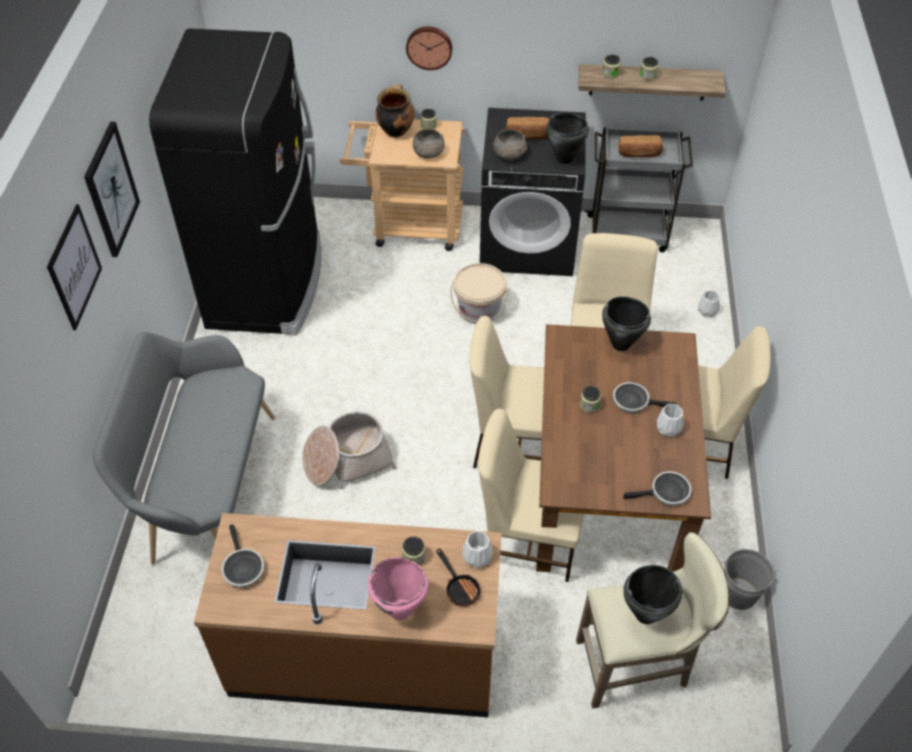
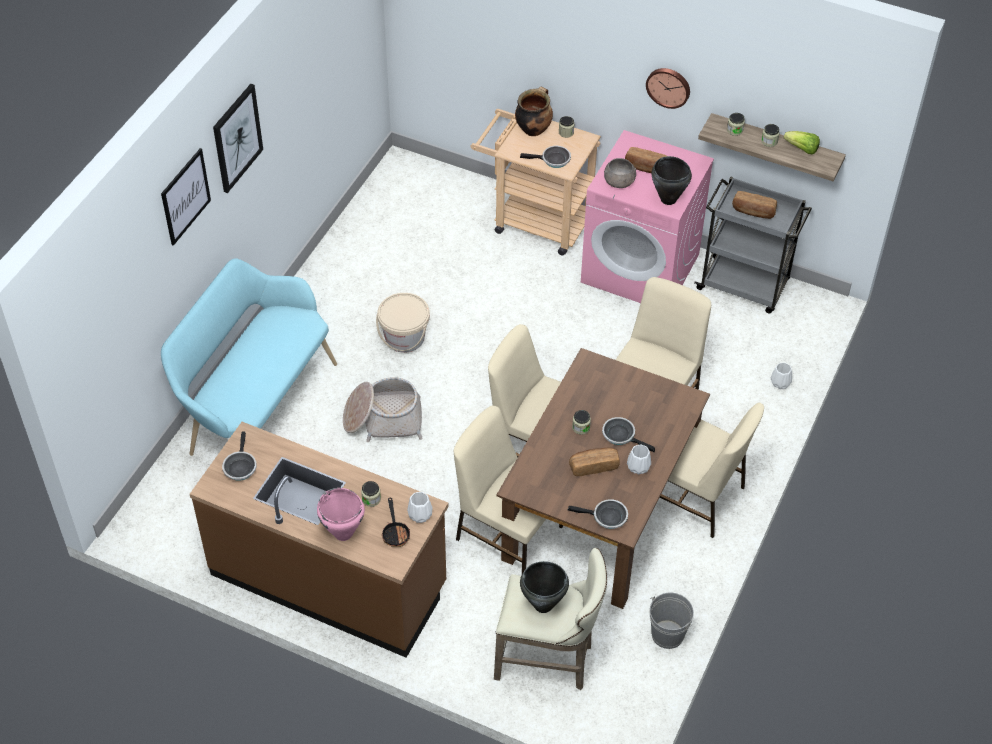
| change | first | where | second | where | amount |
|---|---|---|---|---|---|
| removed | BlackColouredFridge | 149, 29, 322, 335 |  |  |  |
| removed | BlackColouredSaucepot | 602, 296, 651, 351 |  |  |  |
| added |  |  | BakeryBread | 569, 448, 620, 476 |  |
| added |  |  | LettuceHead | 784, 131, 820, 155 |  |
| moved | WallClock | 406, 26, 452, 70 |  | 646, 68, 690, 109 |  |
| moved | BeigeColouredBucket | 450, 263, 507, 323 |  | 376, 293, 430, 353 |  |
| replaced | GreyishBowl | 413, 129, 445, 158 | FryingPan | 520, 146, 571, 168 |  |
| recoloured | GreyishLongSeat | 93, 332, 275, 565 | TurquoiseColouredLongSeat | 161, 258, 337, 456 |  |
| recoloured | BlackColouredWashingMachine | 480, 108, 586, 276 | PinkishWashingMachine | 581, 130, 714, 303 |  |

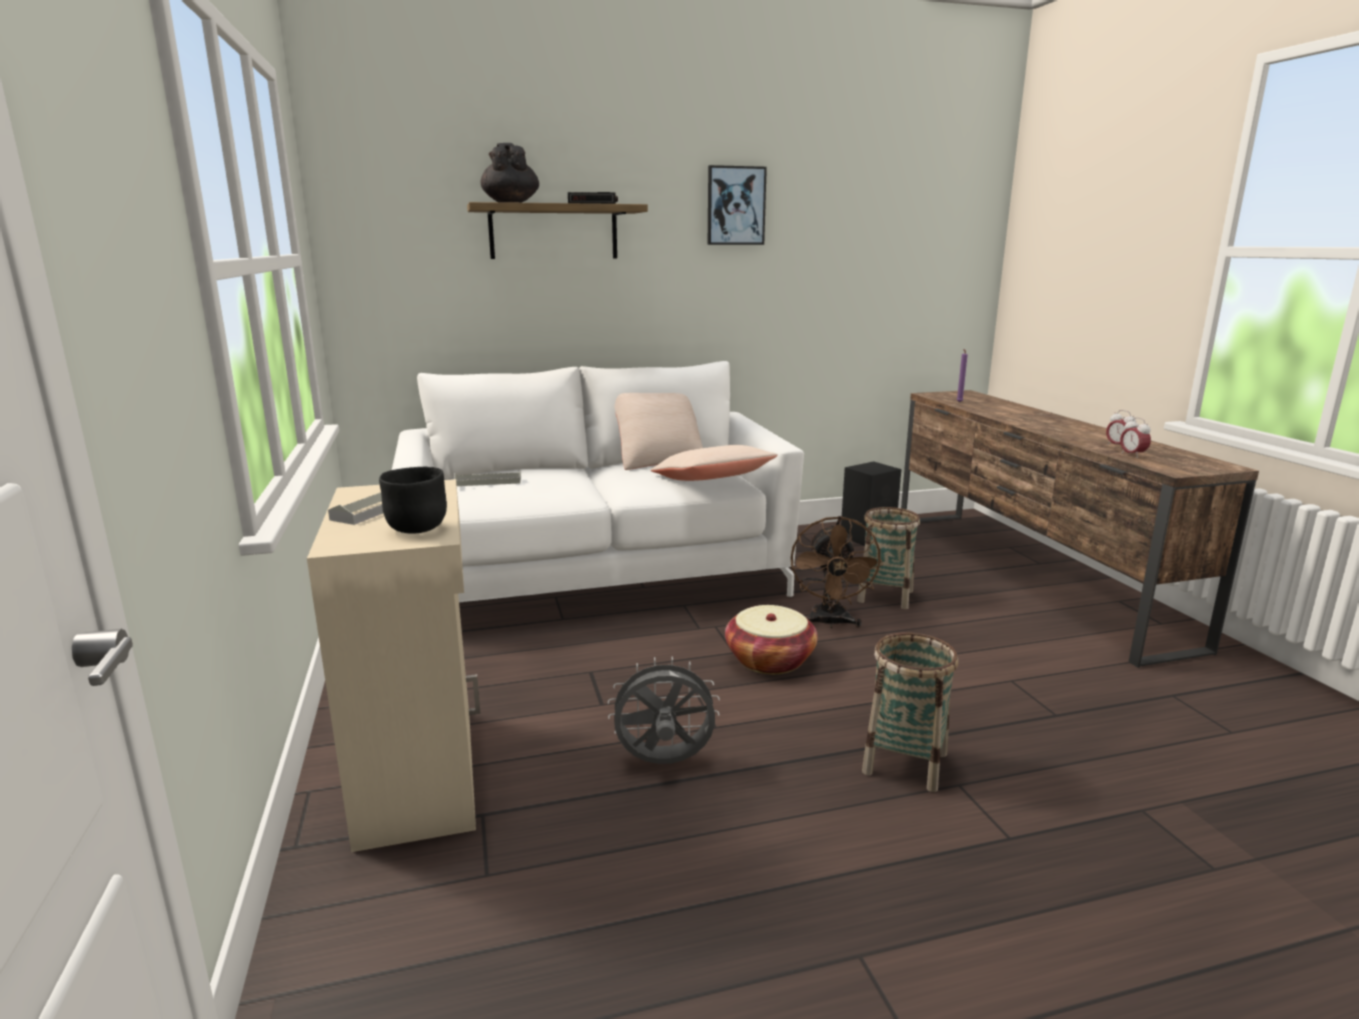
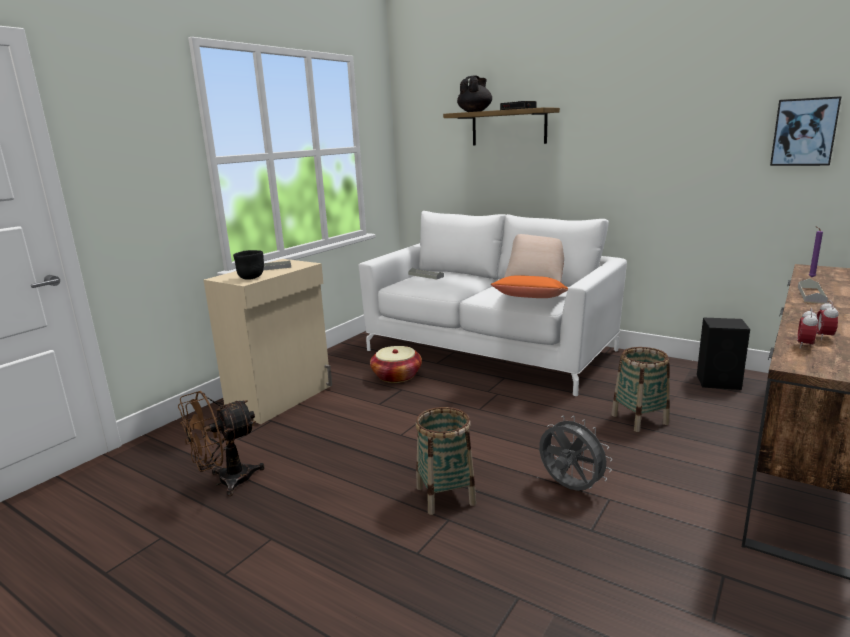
| change | first | where | second | where | amount |
|---|---|---|---|---|---|
| added |  |  | GreyishServingTray | 798, 279, 828, 304 |  |
| moved | GreyishCoolingFan | 608, 657, 720, 764 |  | 539, 416, 612, 491 |  |
| moved | WallPicture | 708, 165, 767, 245 |  | 770, 96, 842, 166 |  |
| moved | Basket | 725, 605, 818, 674 |  | 370, 346, 422, 383 |  |
| moved | BrownCoolingFan | 791, 516, 883, 628 |  | 178, 391, 265, 496 |  |
| recoloured | BeigeColouredThrowPillow | 651, 445, 778, 481 | OrangeThrowPillow | 491, 275, 568, 298 |  |

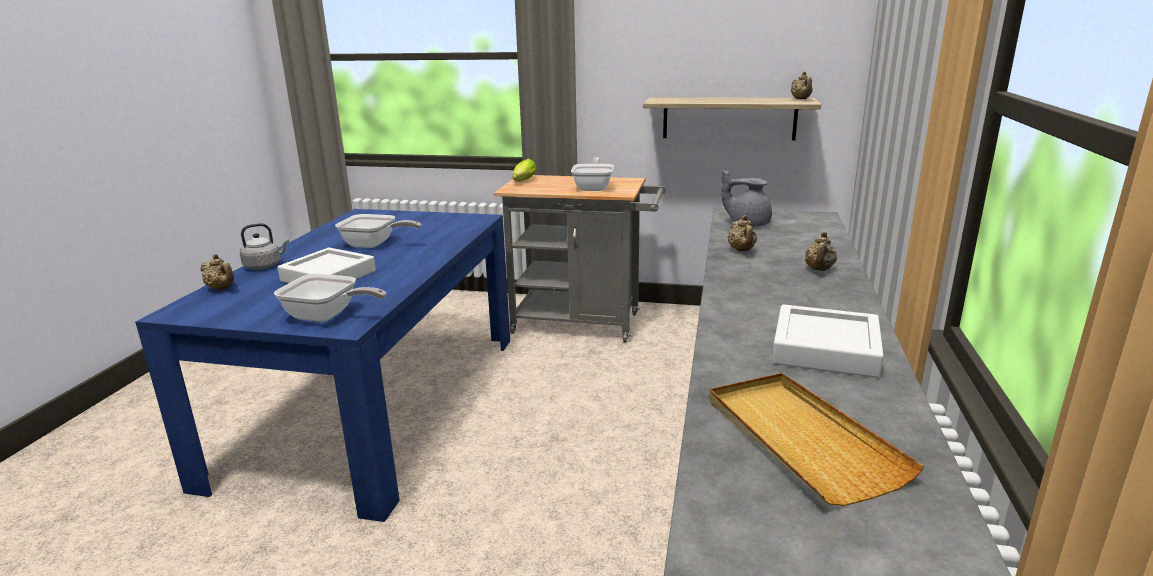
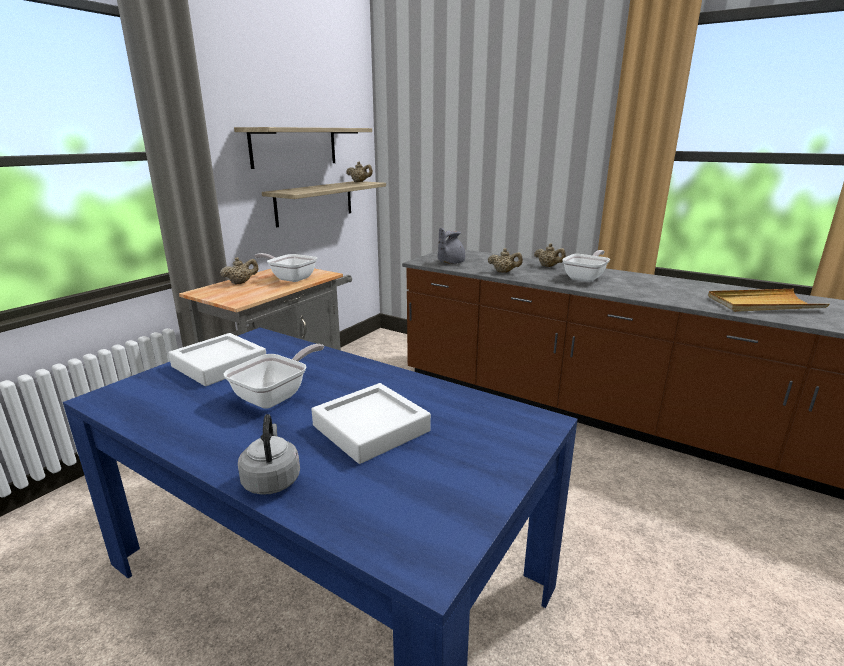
| change | first | where | second | where | amount |
|---|---|---|---|---|---|
| removed | LettuceHead | 512, 159, 537, 182 |  |  |  |
| added |  |  | Shelf | 234, 127, 372, 169 |  |
| moved | BeigeColouredTeapot | 201, 254, 234, 290 |  | 220, 257, 258, 284 |  |
| moved | FryingPan | 274, 274, 386, 322 |  | 562, 250, 610, 282 |  |
| moved | WhiteServingTray | 772, 304, 884, 378 |  | 169, 333, 266, 386 |  |

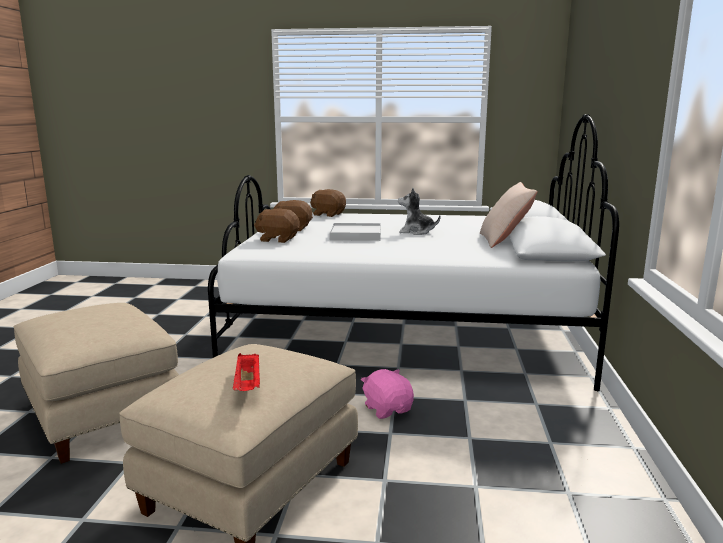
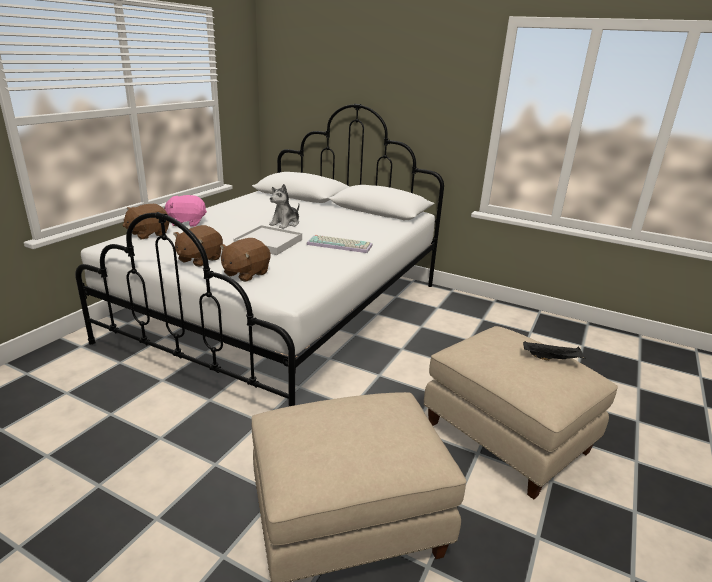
| change | first | where | second | where | amount |
|---|---|---|---|---|---|
| removed | BeigeColouredThrowPillow | 480, 182, 538, 248 |  |  |  |
| added |  |  | ComputerKeyboard | 306, 235, 373, 253 |  |
| moved | PinkishPlushToy | 361, 369, 414, 419 |  | 164, 195, 207, 227 |  |
| recoloured | ReddishServingTray | 233, 353, 260, 391 | BlackColouredServingTray | 523, 341, 586, 361 |  |

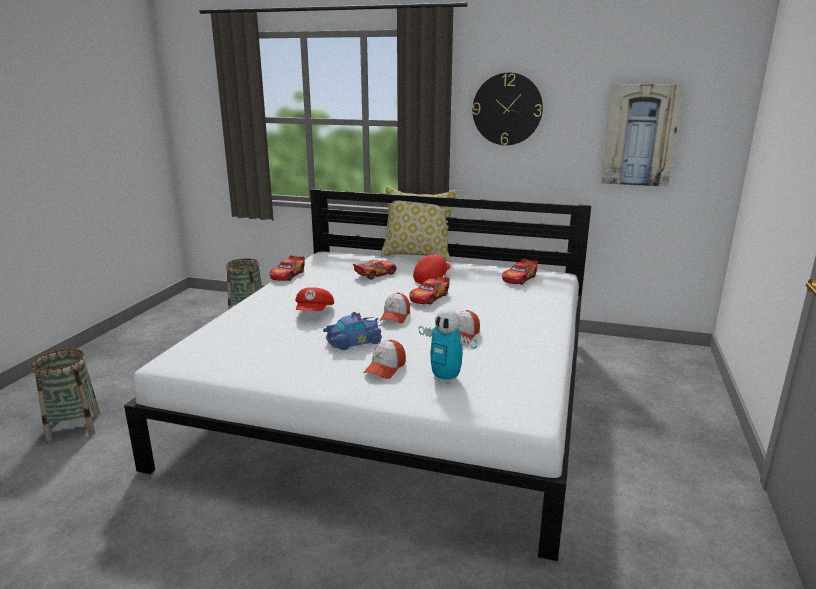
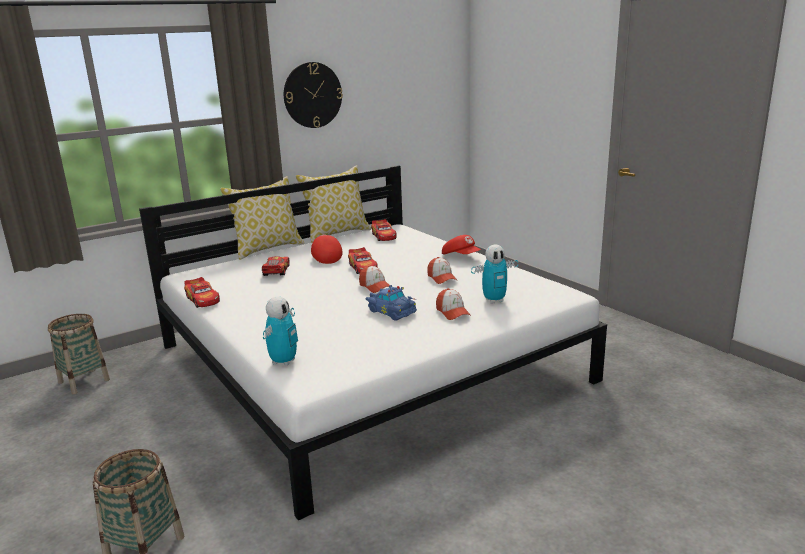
| change | first | where | second | where | amount |
|---|---|---|---|---|---|
| removed | WallPicture | 601, 84, 684, 187 |  |  |  |
| added |  |  | RobotFigure | 263, 297, 298, 367 |  |
| added |  |  | ThrowPillow | 296, 165, 371, 243 |  |
| moved | ReddishBaseballCap | 295, 287, 334, 311 |  | 442, 235, 481, 255 |  |
| turned | BlueColouredModelCar | 323, 311, 382, 350 |  | 366, 285, 417, 321 | 120 degrees clockwise |

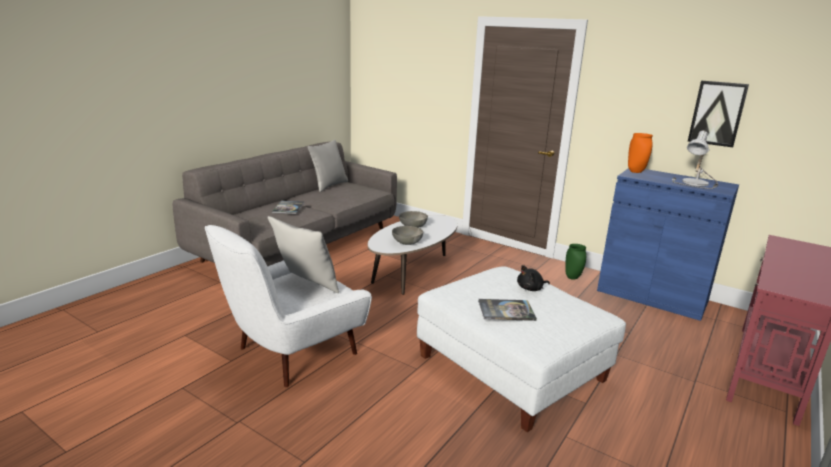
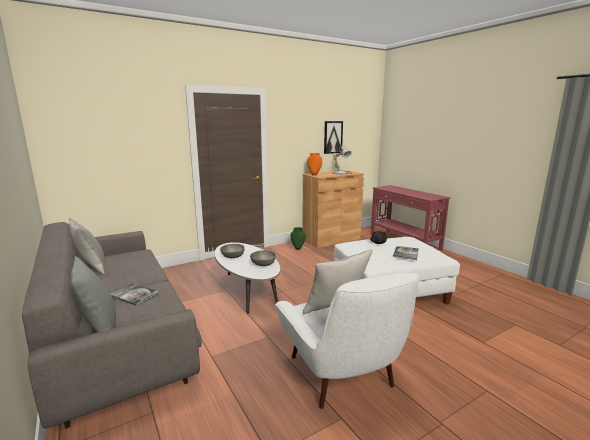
| change | first | where | second | where | amount |
|---|---|---|---|---|---|
| added |  |  | GreyishThrowPillow | 70, 256, 116, 332 |  |
| recoloured | BlueColouredCupboard | 597, 168, 739, 321 | BrownCupboard | 302, 170, 364, 248 |  |

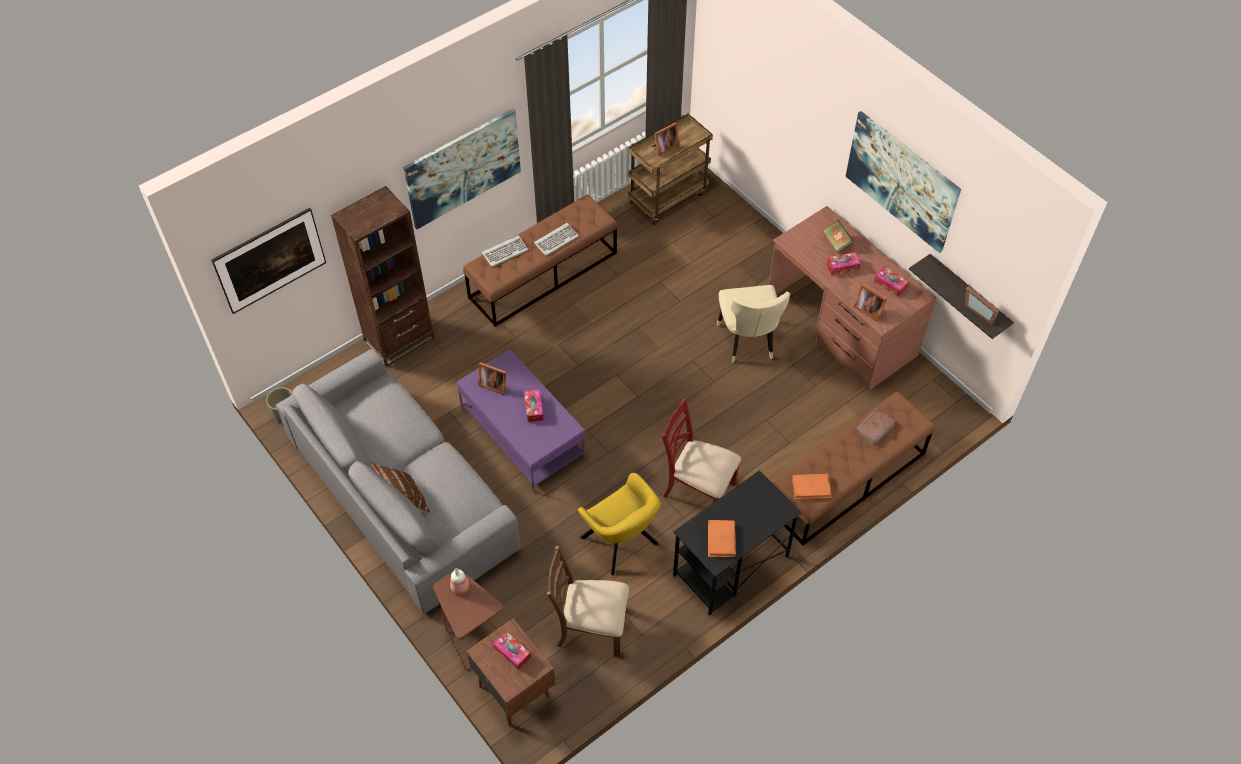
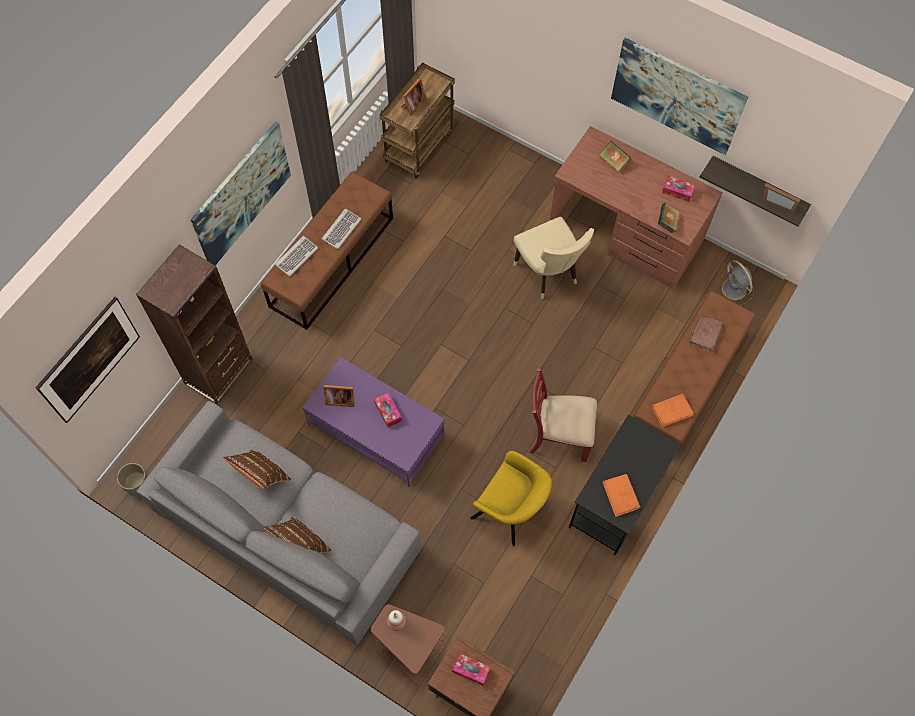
| change | first | where | second | where | amount |
|---|---|---|---|---|---|
| removed | BrownChair | 547, 546, 629, 657 |  |  |  |
| removed | TissueBox | 827, 252, 861, 275 |  |  |  |
| added |  |  | BrownThrowPillow | 223, 450, 291, 489 |  |
| added |  |  | GreyishCoolingFan | 716, 260, 754, 305 |  |
| replaced | StandingFrame | 853, 284, 887, 322 | BoundBook | 658, 203, 680, 234 |  |

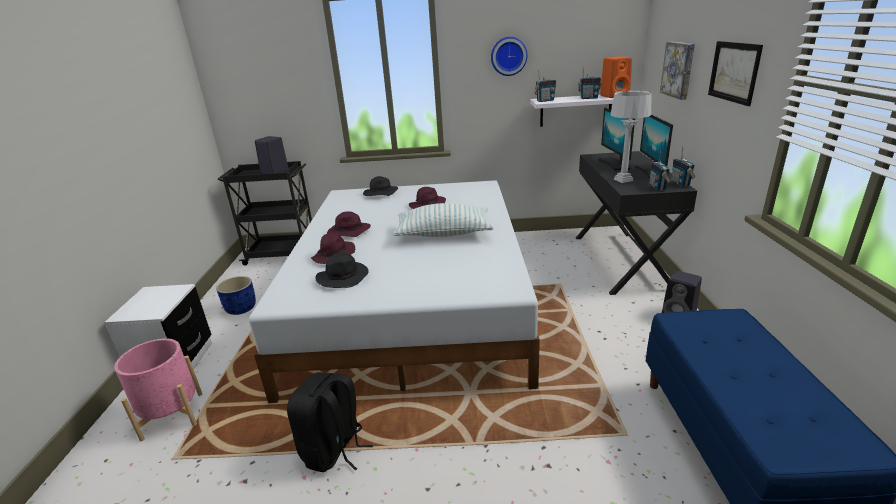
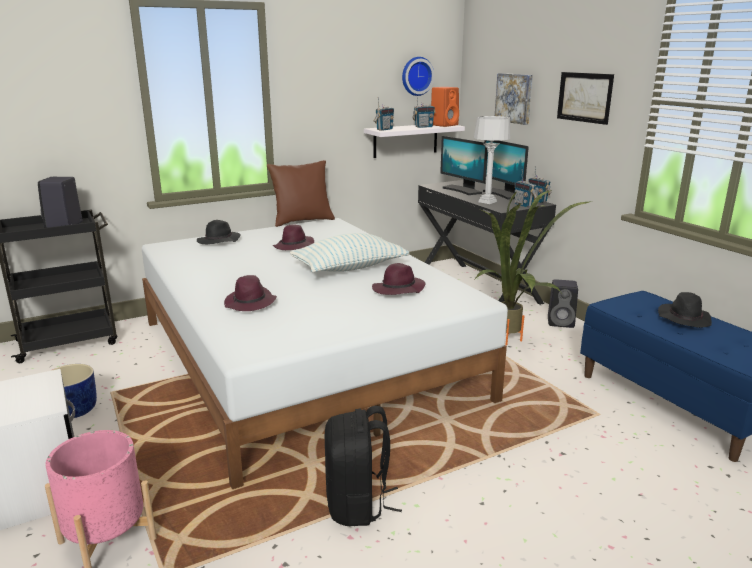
| change | first | where | second | where | amount |
|---|---|---|---|---|---|
| added |  |  | BrownThrowPillow | 267, 160, 335, 227 |  |
| added |  |  | PottedPlant | 475, 190, 589, 346 |  |
| moved | BlackColouredWearableHat | 315, 253, 369, 288 |  | 658, 292, 712, 328 |  |
| moved | PurplishWearableHat | 327, 211, 371, 237 |  | 372, 263, 425, 295 |  |
| moved | WallClock | 491, 37, 527, 76 |  | 402, 57, 434, 96 |  |

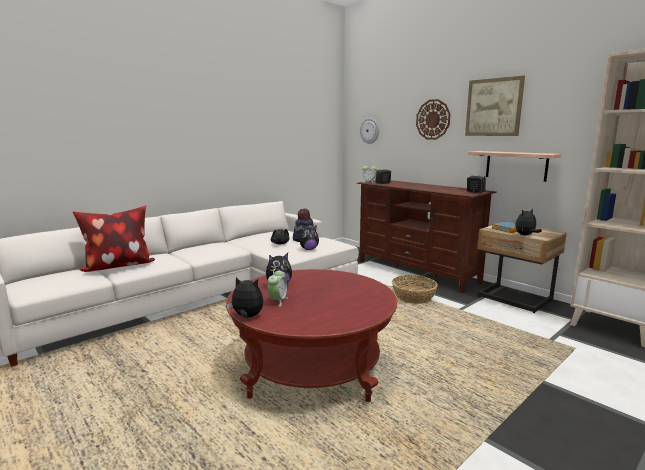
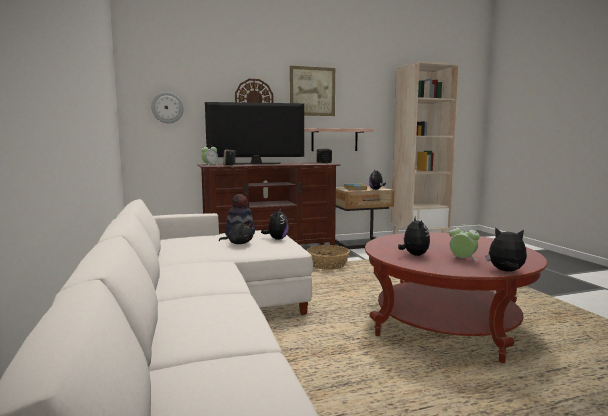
| change | first | where | second | where | amount |
|---|---|---|---|---|---|
| removed | ThrowPillow | 73, 205, 155, 272 |  |  |  |
| added |  |  | TvSet | 205, 102, 304, 164 |  |
| turned | PlushToy | 226, 277, 263, 318 |  | 486, 227, 527, 272 | 75 degrees clockwise |

